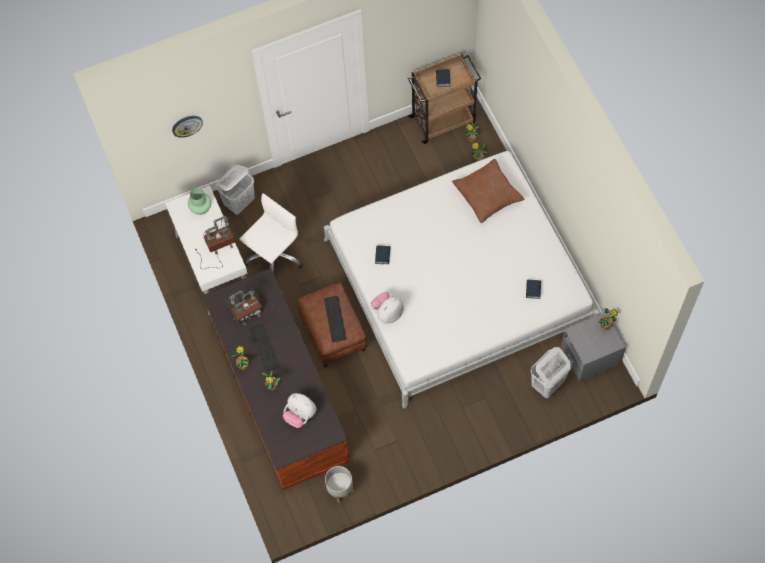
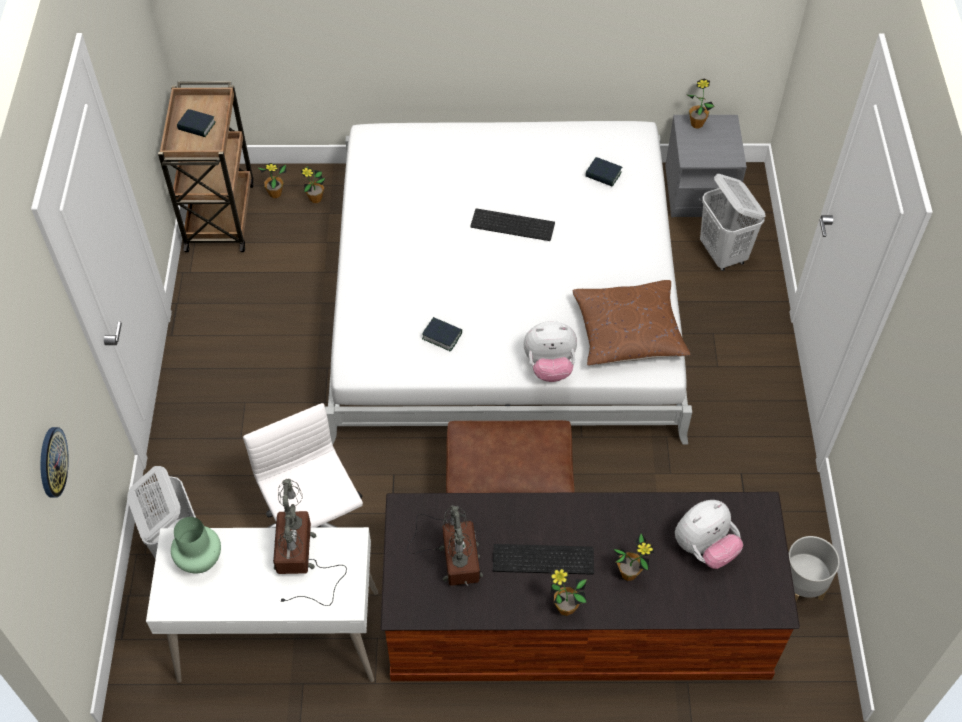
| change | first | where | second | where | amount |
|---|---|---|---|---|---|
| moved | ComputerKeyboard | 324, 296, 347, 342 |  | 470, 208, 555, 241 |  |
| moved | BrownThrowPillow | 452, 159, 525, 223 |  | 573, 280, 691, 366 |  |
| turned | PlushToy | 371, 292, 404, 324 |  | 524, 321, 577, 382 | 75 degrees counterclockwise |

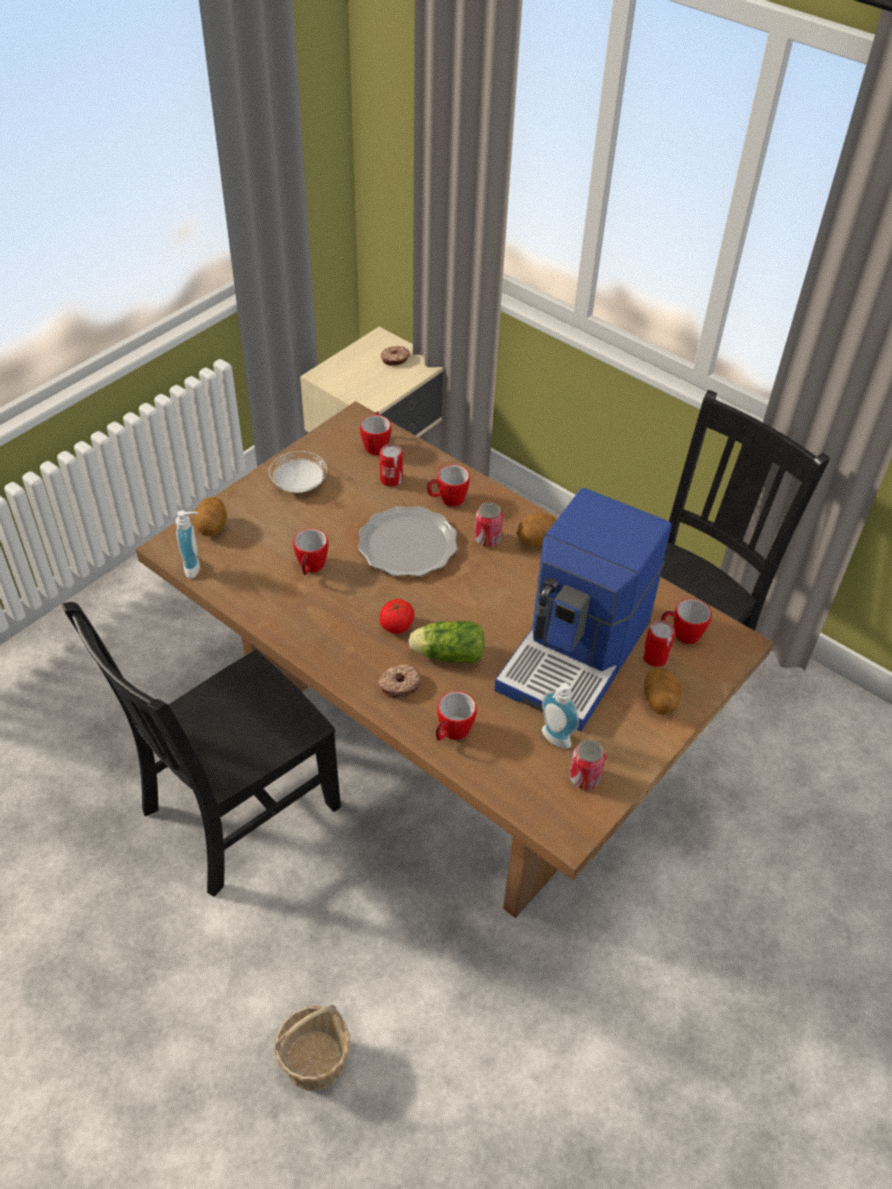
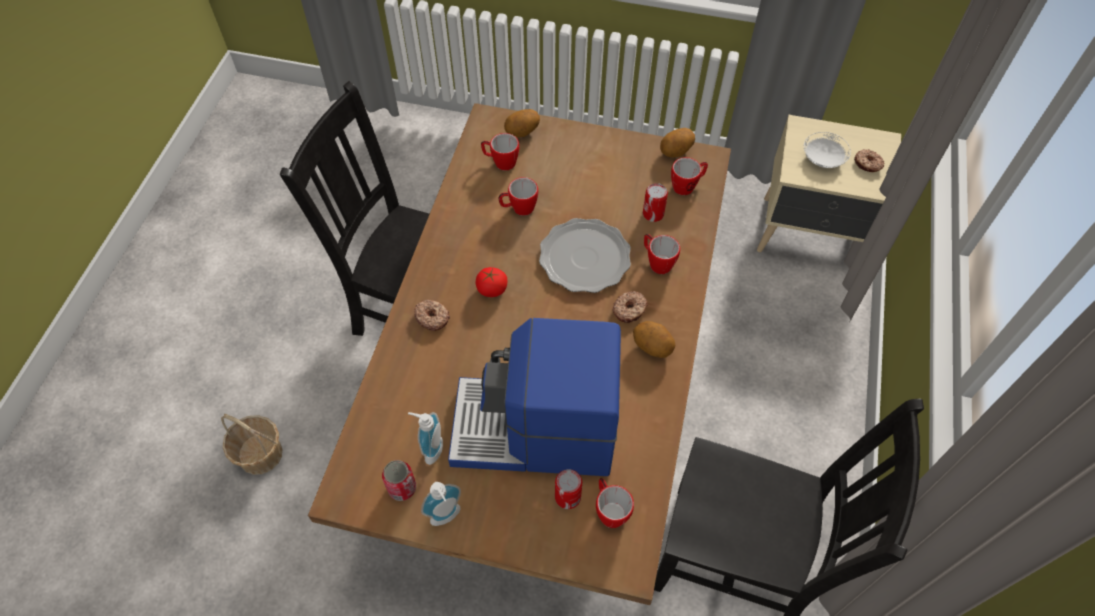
| change | first | where | second | where | amount |
|---|---|---|---|---|---|
| removed | LettuceHead | 409, 621, 485, 664 |  |  |  |
| moved | SoapBottle | 175, 510, 200, 579 |  | 421, 482, 461, 526 |  |
| moved | WhiteDinnerPlate | 269, 451, 327, 493 |  | 804, 132, 851, 168 |  |
| moved | CoffeeMug | 435, 691, 477, 741 |  | 481, 133, 519, 171 |  |
| moved | Potato | 644, 668, 681, 715 |  | 660, 128, 695, 157 |  |
| replaced | Can | 475, 503, 503, 547 | RingDoughnut | 613, 291, 648, 323 |  |

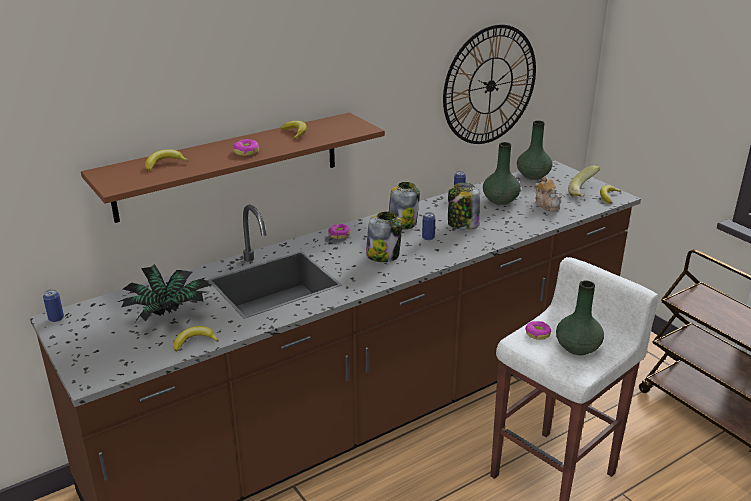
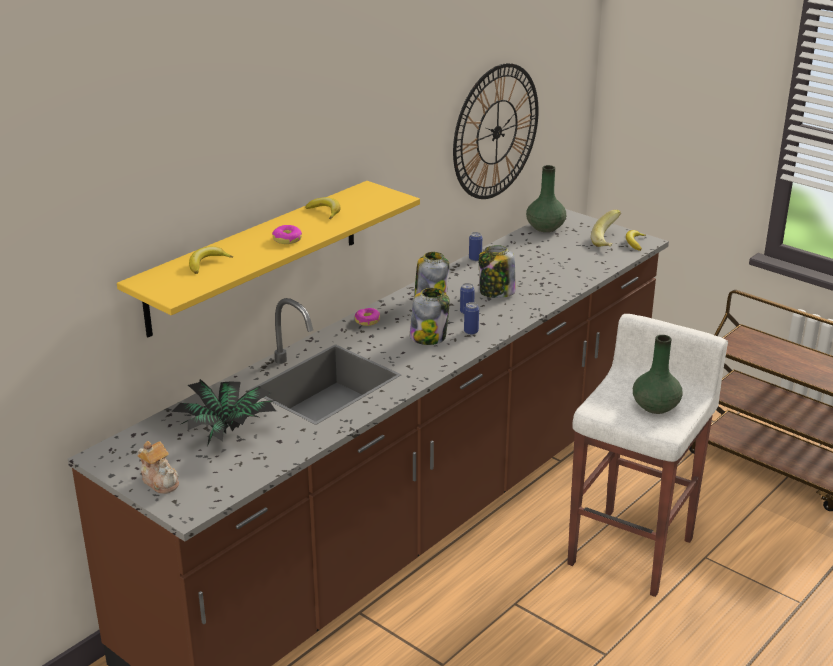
| change | first | where | second | where | amount |
|---|---|---|---|---|---|
| removed | BananaFruit | 173, 326, 219, 352 |  |  |  |
| removed | GreenColouredFlowerVase | 483, 142, 521, 205 |  |  |  |
| removed | RingDoughnut | 525, 321, 551, 340 |  |  |  |
| moved | Can | 43, 289, 64, 322 |  | 464, 302, 479, 335 |  |
| moved | Teapot | 534, 176, 562, 212 |  | 138, 441, 179, 494 |  |
| recoloured | BrownShelf | 81, 112, 385, 223 | YellowShelf | 117, 181, 420, 337 |  |

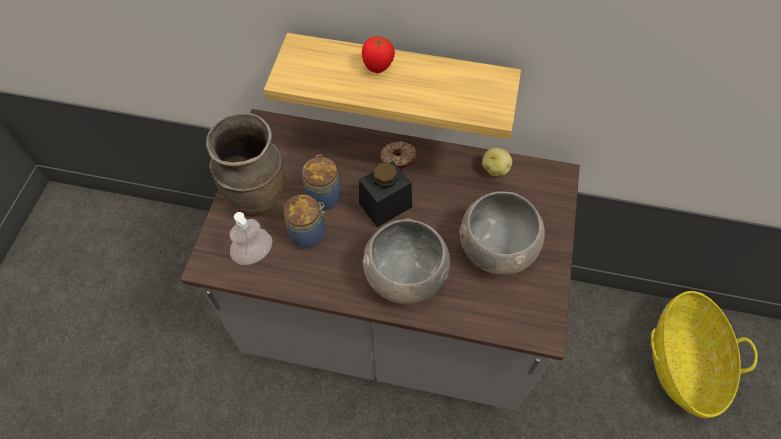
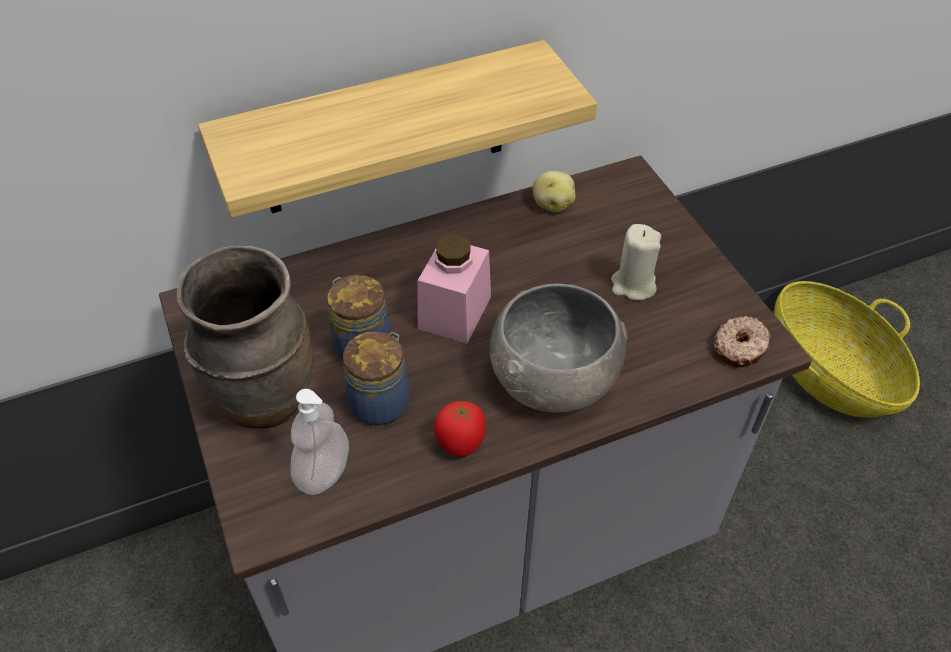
| change | first | where | second | where | amount |
|---|---|---|---|---|---|
| moved | Tomato | 362, 36, 395, 73 |  | 434, 401, 486, 457 |  |
| moved | RingDoughnut | 380, 141, 417, 169 |  | 713, 316, 771, 367 |  |
| replaced | GreyishBowl | 459, 191, 545, 275 | BeigeColouredCandle | 611, 224, 661, 300 |  |
| recoloured | BlackColouredJar | 359, 161, 412, 227 | PinkishJar | 417, 234, 491, 344 |  |

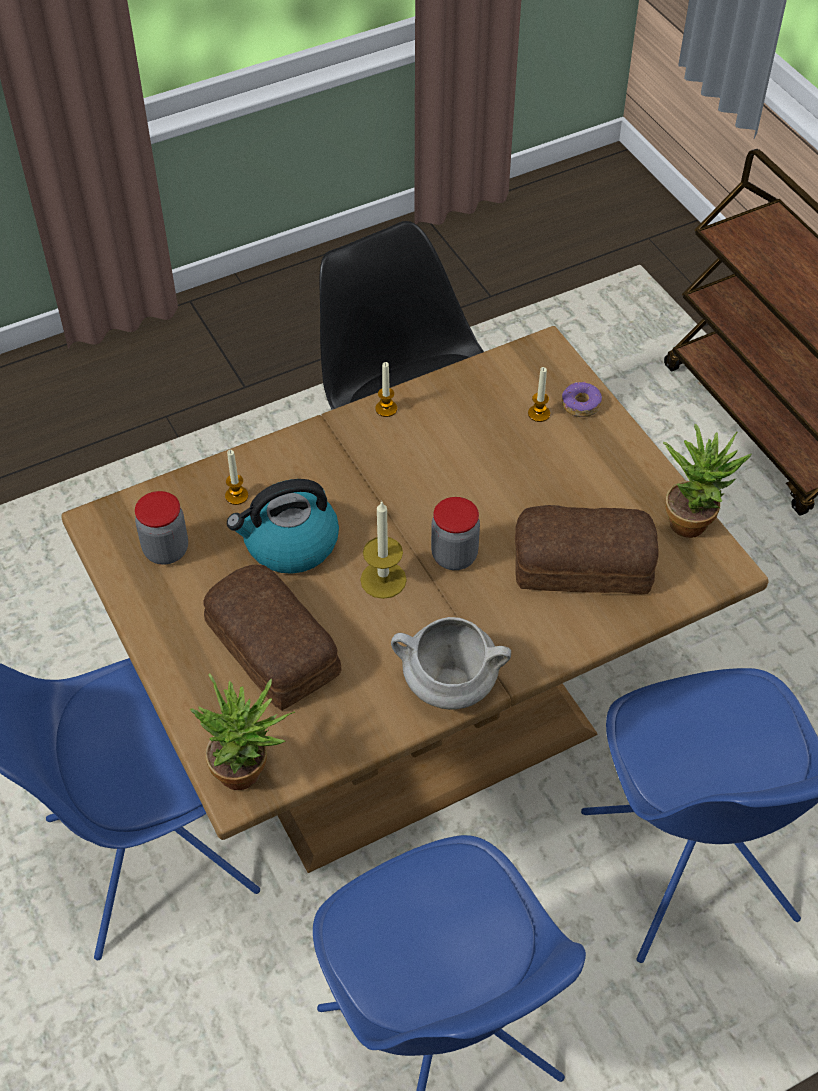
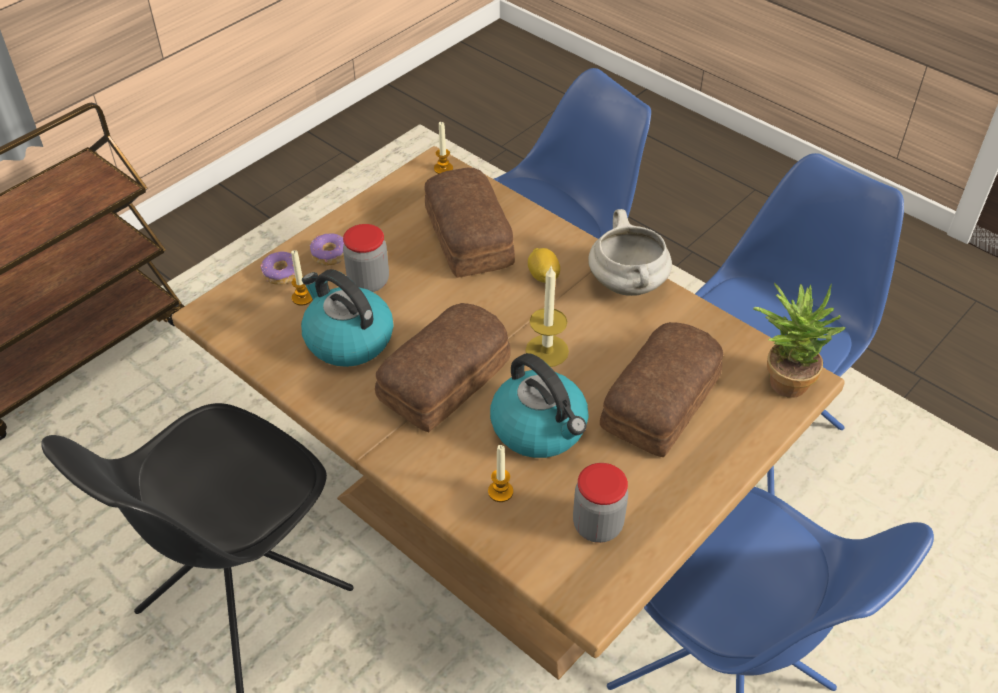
| change | first | where | second | where | amount |
|---|---|---|---|---|---|
| removed | PottedPlant | 663, 424, 751, 538 |  |  |  |
| added |  |  | TeaKettle | 301, 269, 393, 367 |  |
| added |  |  | RingDoughnut | 310, 234, 344, 266 |  |
| added |  |  | BakeryBread | 375, 303, 511, 432 |  |
| added |  |  | Lemon | 528, 248, 560, 283 |  |
| moved | Candle | 375, 362, 397, 417 |  | 434, 121, 453, 174 |  |
| moved | Jar | 431, 497, 480, 570 |  | 343, 224, 389, 292 |  |

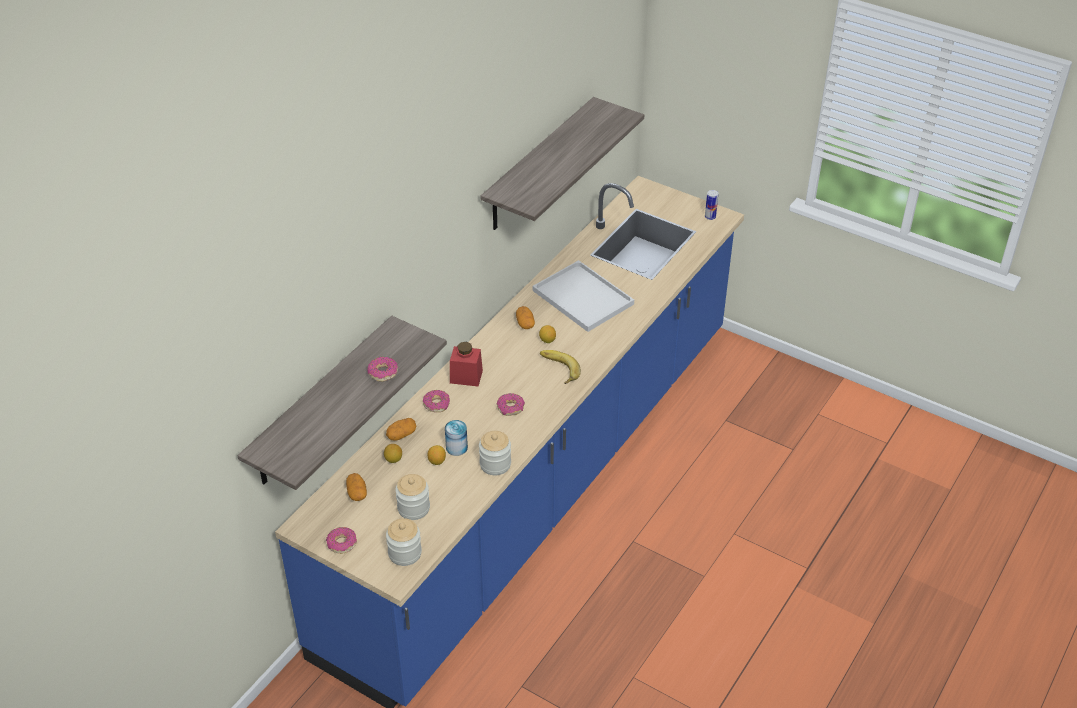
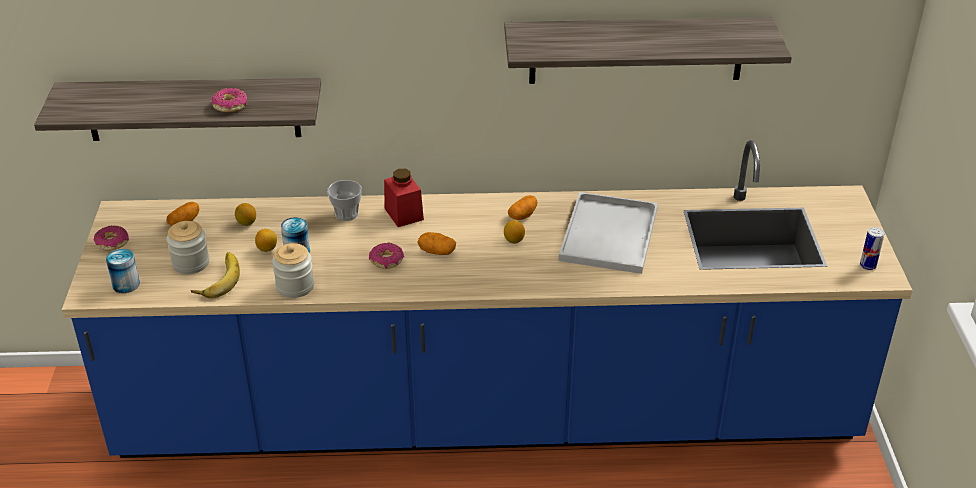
| change | first | where | second | where | amount |
|---|---|---|---|---|---|
| moved | Potato | 386, 418, 416, 441 |  | 417, 232, 456, 255 |  |
| moved | BananaFruit | 540, 350, 581, 384 |  | 191, 252, 240, 299 |  |
| replaced | Jar | 386, 518, 422, 566 | Can | 106, 249, 140, 293 |  |
| replaced | RingDoughnut | 423, 390, 450, 412 | SmallCup | 327, 180, 362, 221 |  |

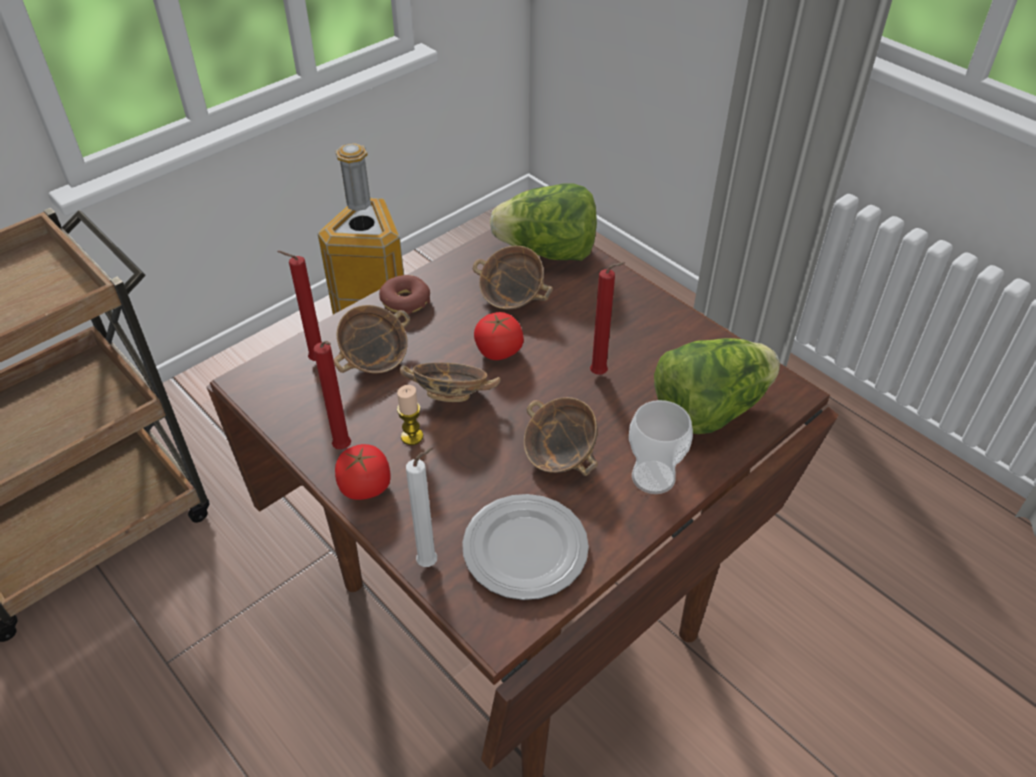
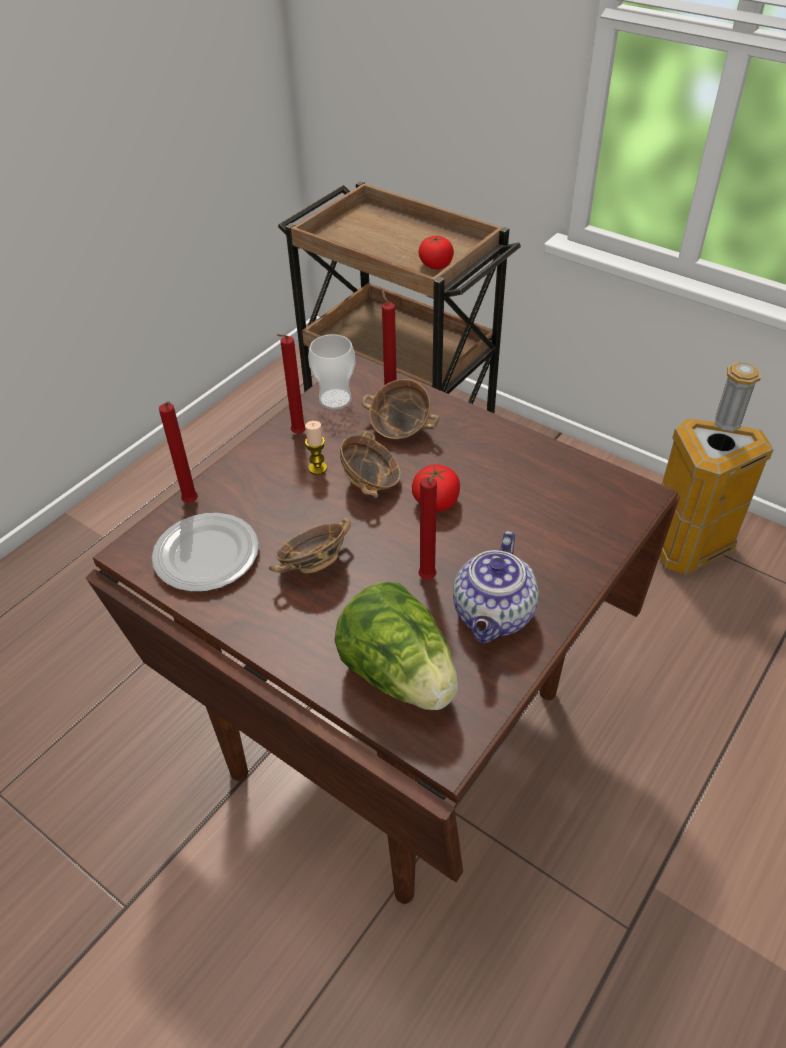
| change | first | where | second | where | amount |
|---|---|---|---|---|---|
| removed | RingDoughnut | 379, 275, 430, 314 |  |  |  |
| removed | Bowl | 473, 246, 553, 310 |  |  |  |
| removed | LettuceHead | 490, 184, 597, 261 |  |  |  |
| added |  |  | Teapot | 453, 531, 539, 643 |  |
| moved | Tomato | 335, 444, 391, 500 |  | 419, 235, 454, 270 |  |
| moved | SmallCup | 629, 400, 693, 494 |  | 308, 334, 355, 410 |  |
| recoloured | WhiteCandle | 406, 447, 437, 567 | ReddishCandle | 159, 401, 198, 503 |  |

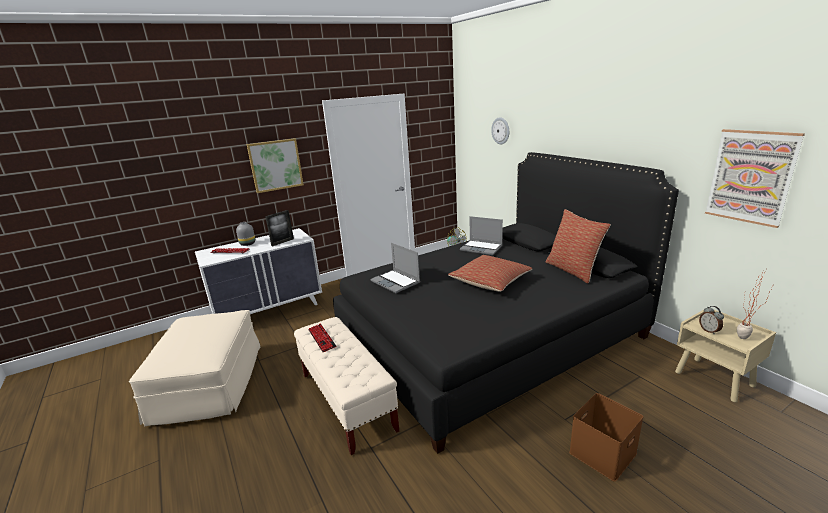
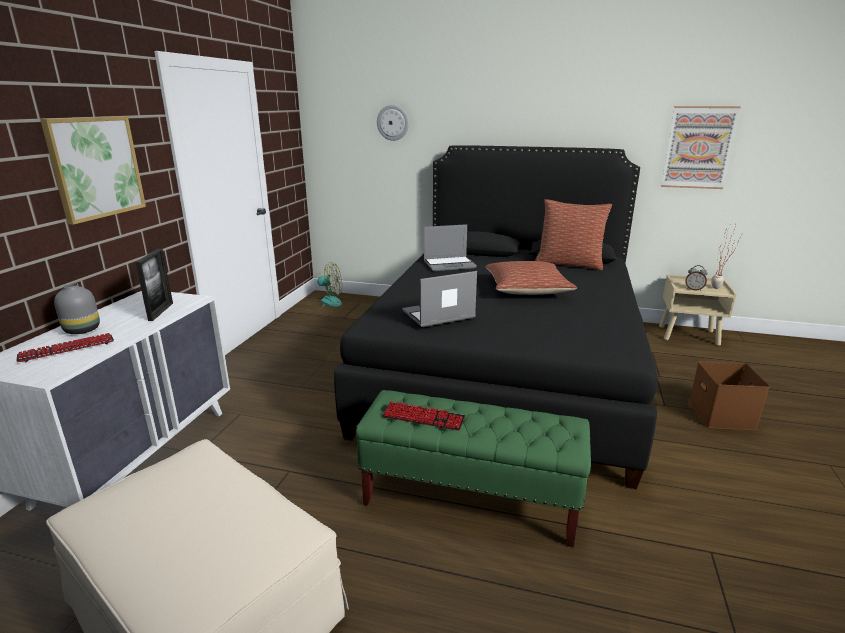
| change | first | where | second | where | amount |
|---|---|---|---|---|---|
| recoloured | BeigeColouredLongSeat | 294, 317, 399, 455 | GreenColouredLongSeat | 356, 390, 591, 547 |  |
| turned | Laptop | 370, 243, 420, 293 |  | 402, 271, 477, 327 | 150 degrees clockwise |

